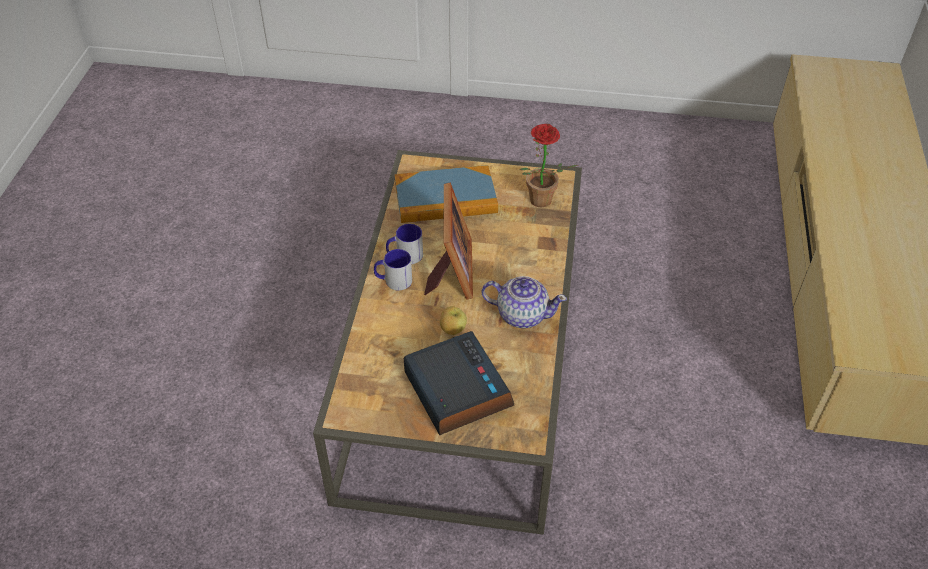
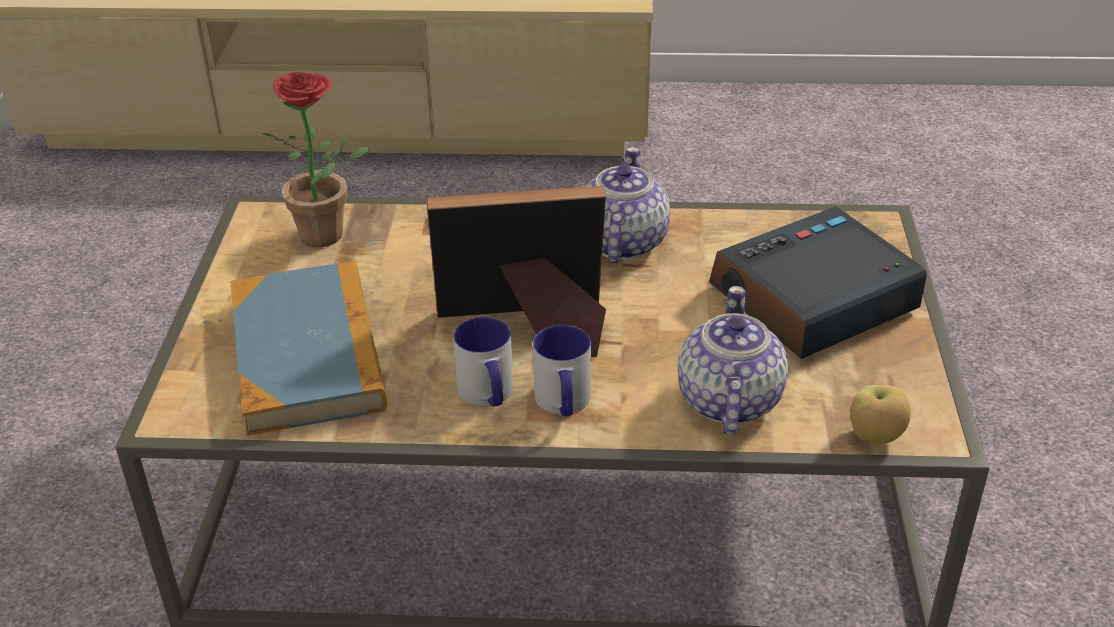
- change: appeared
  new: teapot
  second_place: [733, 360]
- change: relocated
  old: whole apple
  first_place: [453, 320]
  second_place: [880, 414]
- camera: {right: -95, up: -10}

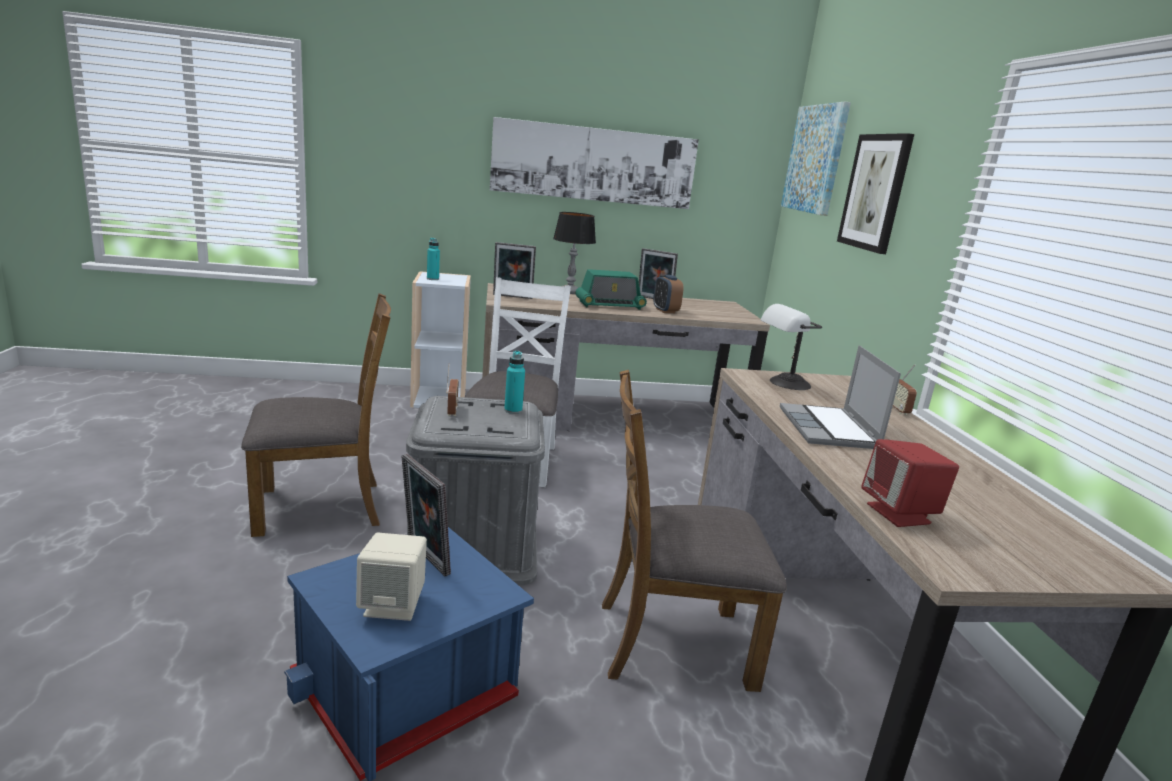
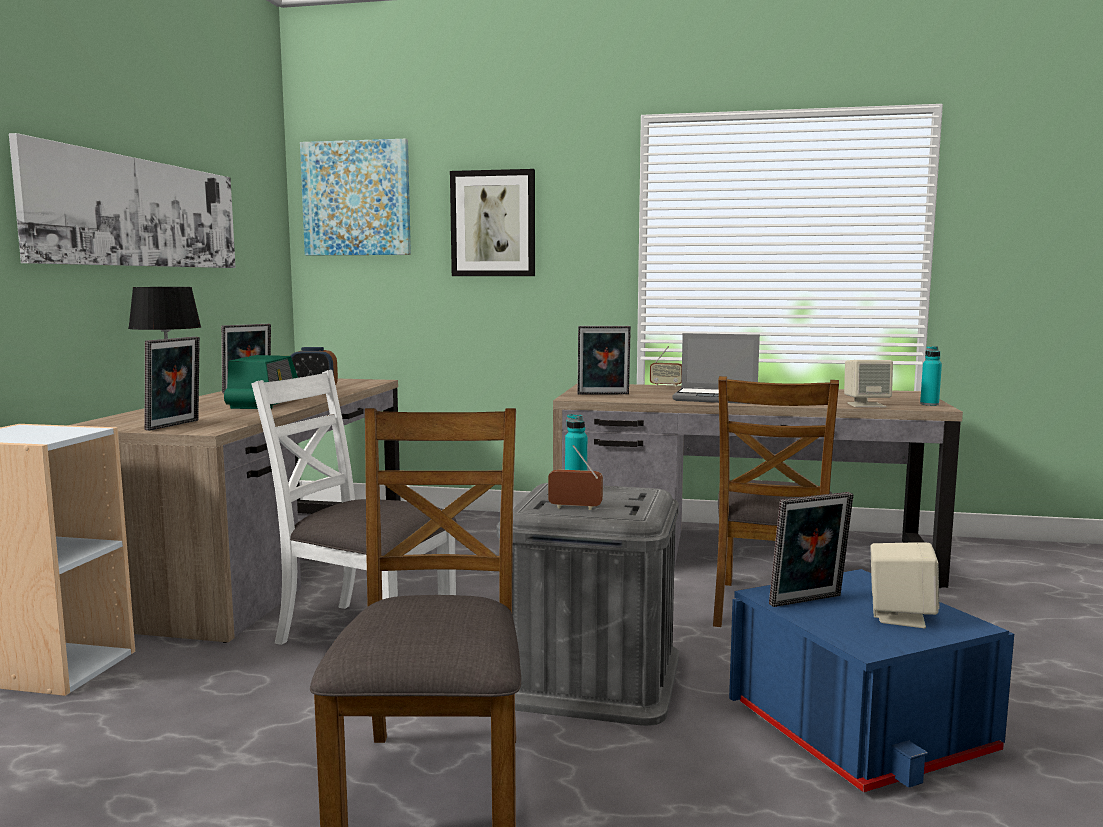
- change: relocated
  old: drink bottle (turquoise)
  first_place: [433, 259]
  second_place: [931, 376]
- change: exchanged
  old: lamp for a table
  new: photo frame
  first_place: [791, 347]
  second_place: [604, 360]
- change: colour
  old: loudspeaker (reddish)
  new: loudspeaker (beige-coloured)
  first_place: [910, 483]
  second_place: [868, 383]
- camera: {right: -70, up: -10}

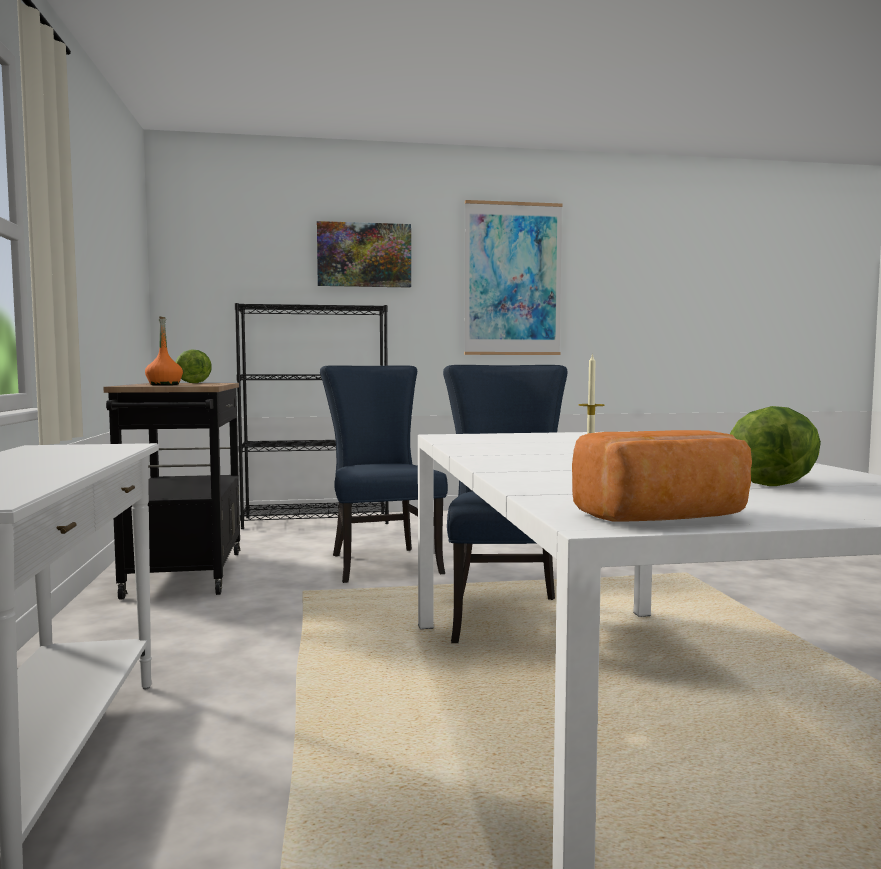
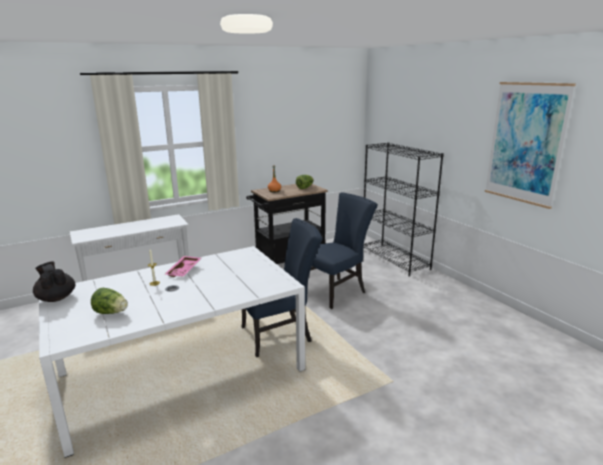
- change: missing
  old: wall art
  first_place: [364, 254]
- change: appeared
  new: tray (pink-coloured)
  second_place: [183, 266]
- change: exchanged
  old: bakery bread
  new: teapot (black-coloured)
  first_place: [662, 476]
  second_place: [54, 281]
- camera: {right: 70, up: 15}

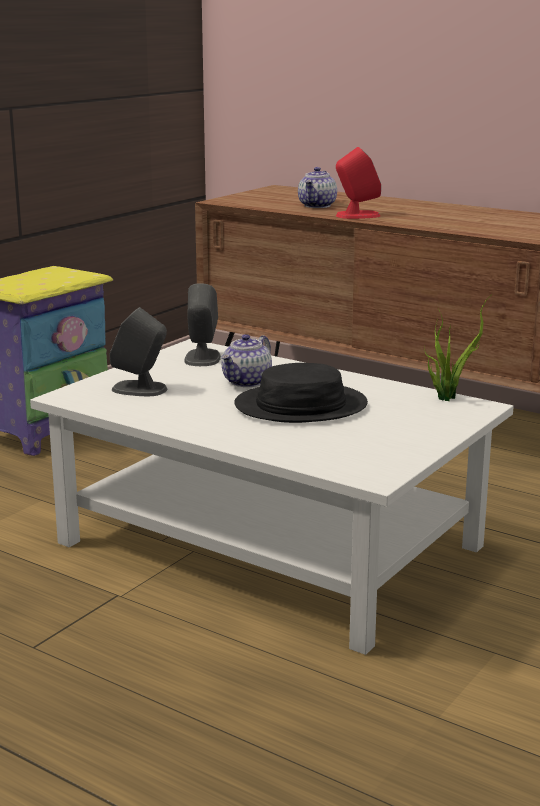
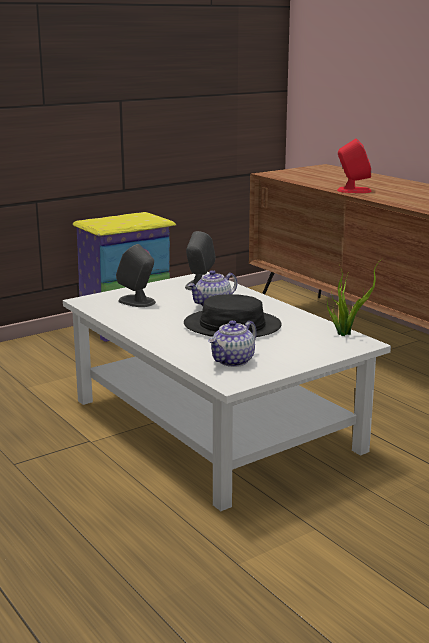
- change: relocated
  old: teapot
  first_place: [317, 187]
  second_place: [232, 343]
- camera: {right: 20, up: 0}

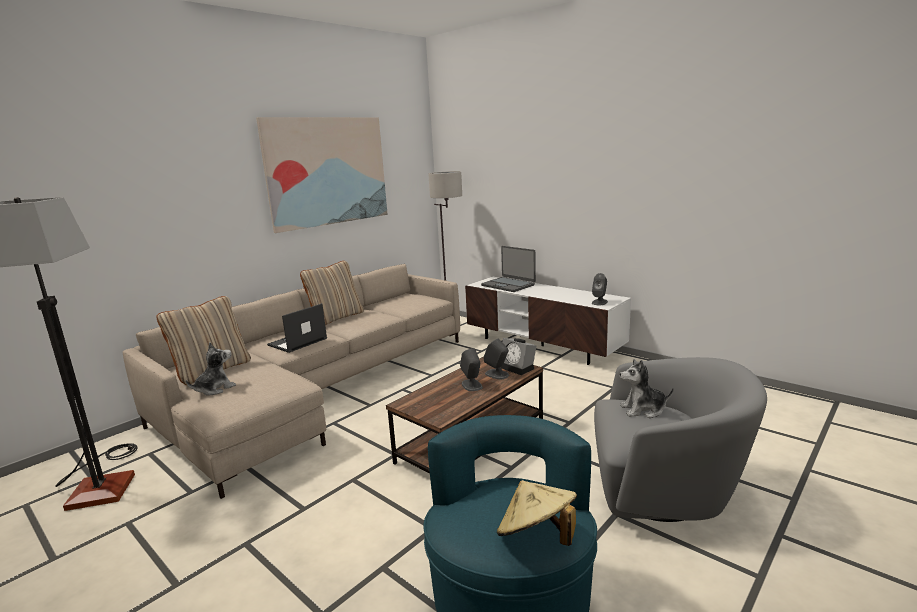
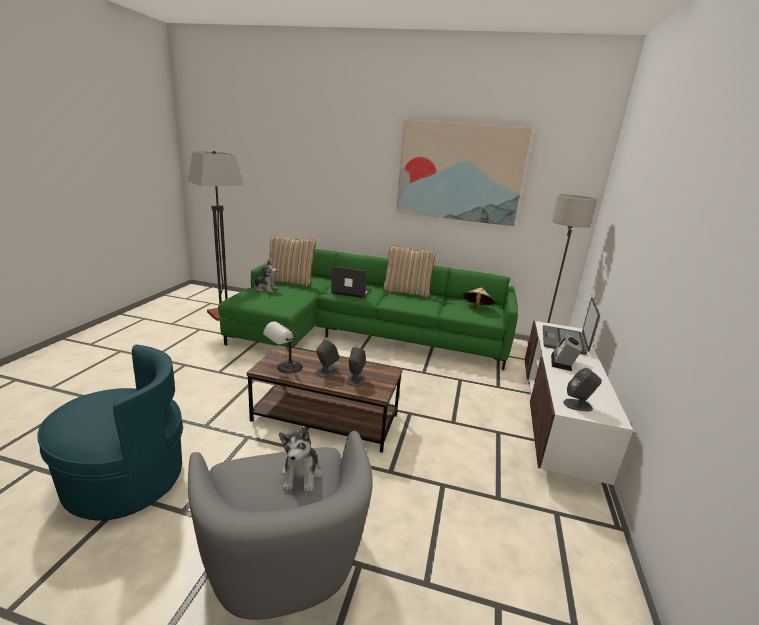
- change: appeared
  new: lamp for a table
  second_place: [283, 347]
- change: relocated
  old: wearable hat (beige-coloured)
  first_place: [537, 513]
  second_place: [479, 297]
- change: relocated
  old: bedside clock
  first_place: [518, 356]
  second_place: [566, 352]
- change: colour
  old: couch (beige-coloured)
  new: couch (green)
  first_place: [291, 381]
  second_place: [368, 309]
- change: spun
  old: soft toy
  first_place: [646, 388]
  second_place: [300, 459]
  degrees: -150
- camera: {right: 60, up: 5}

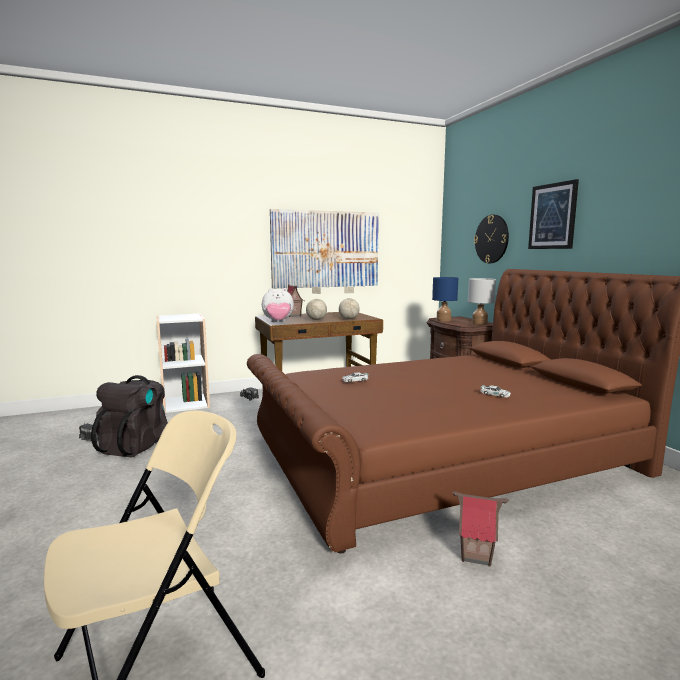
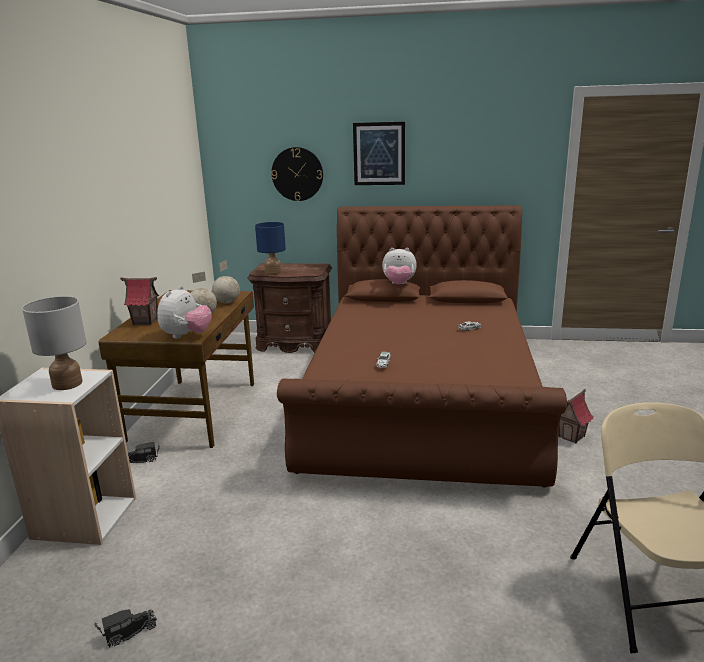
- change: missing
  old: backpack (black-coloured)
  first_place: [129, 416]
- change: missing
  old: wall art
  first_place: [324, 249]
- change: appeared
  new: soft toy
  second_place: [399, 266]
- change: relocated
  old: lamp for a table (gray)
  first_place: [482, 301]
  second_place: [54, 343]
- camera: {right: -60, up: 10}

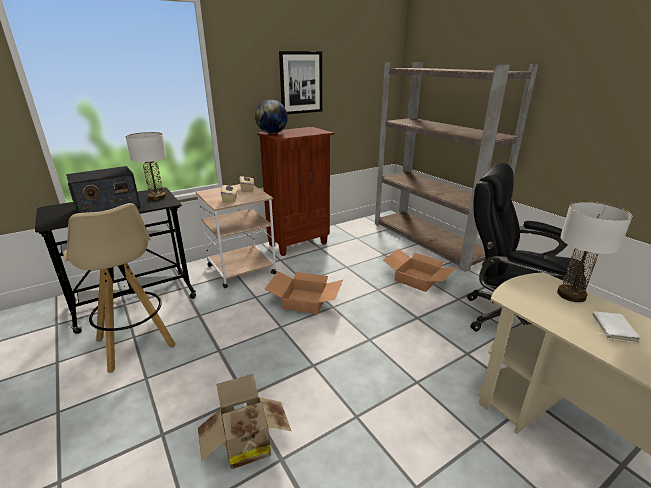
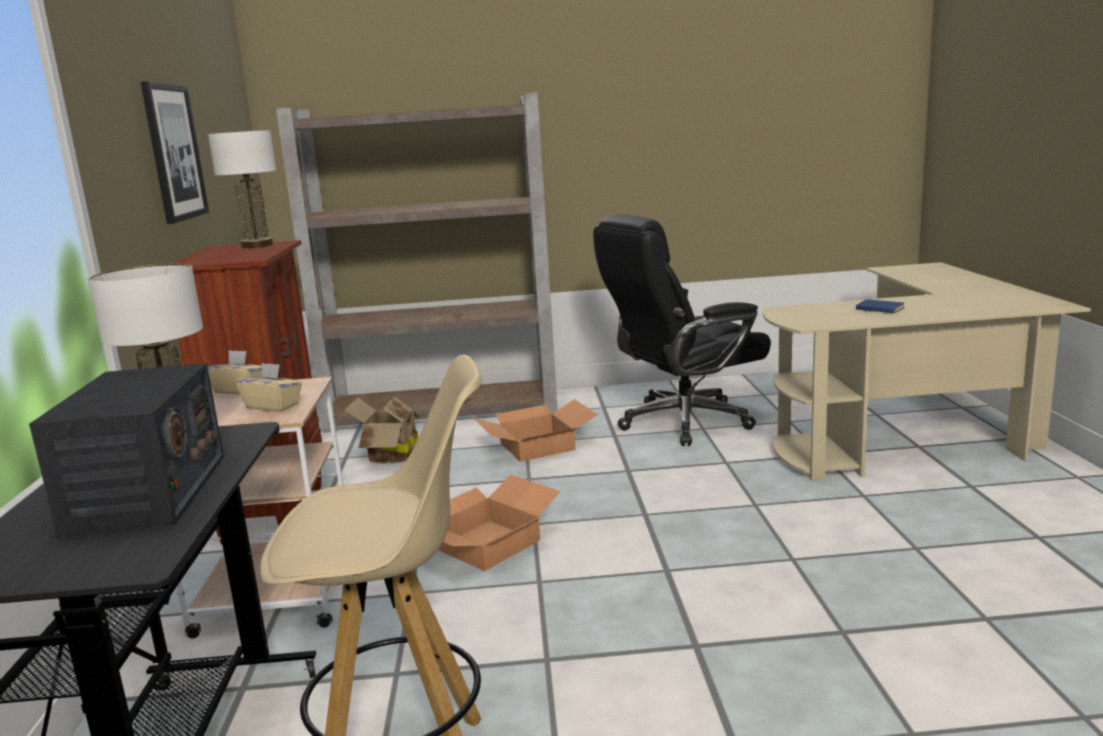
- change: missing
  old: world globe
  first_place: [271, 117]
- change: relocated
  old: carton
  first_place: [244, 421]
  second_place: [382, 430]
- change: relocated
  old: lamp for a table
  first_place: [594, 251]
  second_place: [242, 189]
- change: colour
  old: book (whitish)
  new: book (bluish)
  first_place: [616, 327]
  second_place: [880, 306]
- camera: {right: -60, up: -10}

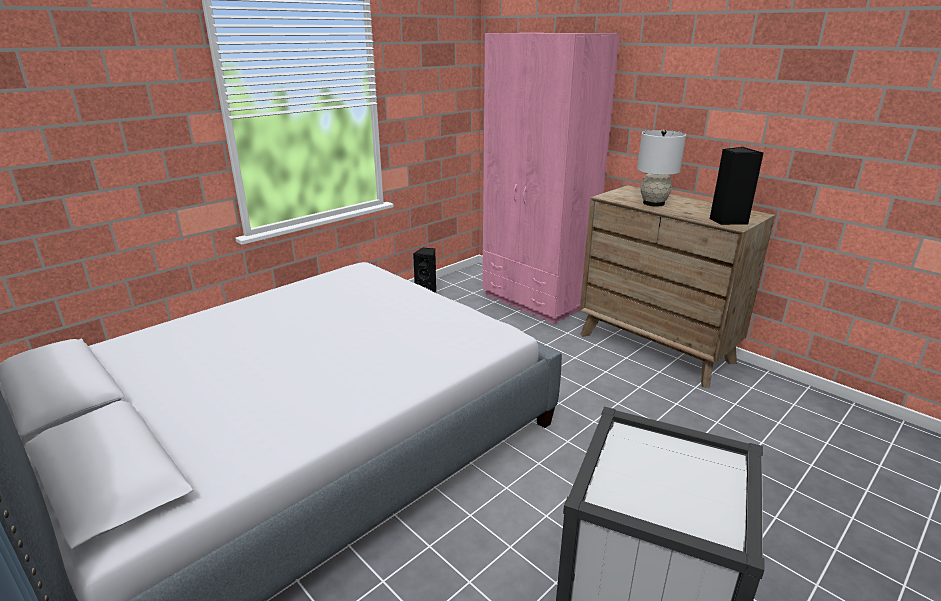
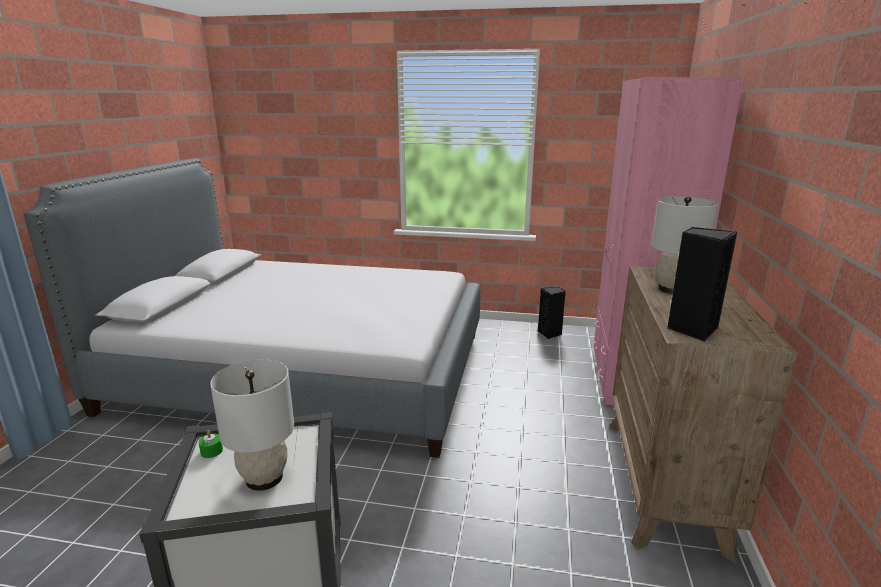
- change: appeared
  new: wax light (green)
  second_place: [210, 444]
- change: appeared
  new: lamp for a table (whitish)
  second_place: [252, 425]
- camera: {right: 55, up: -5}

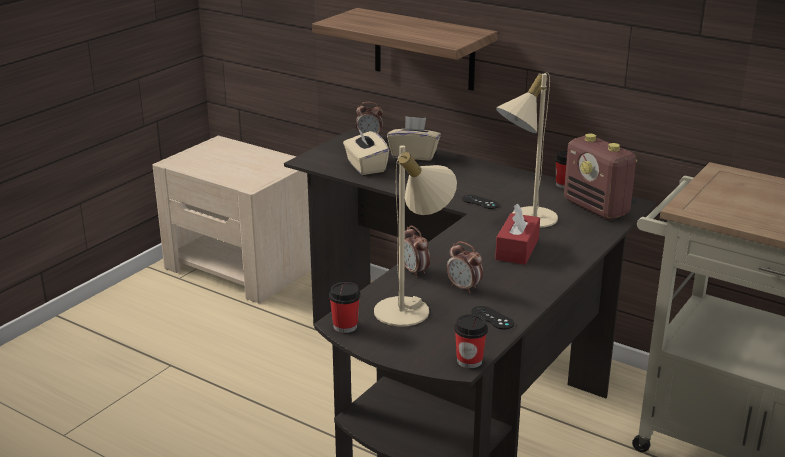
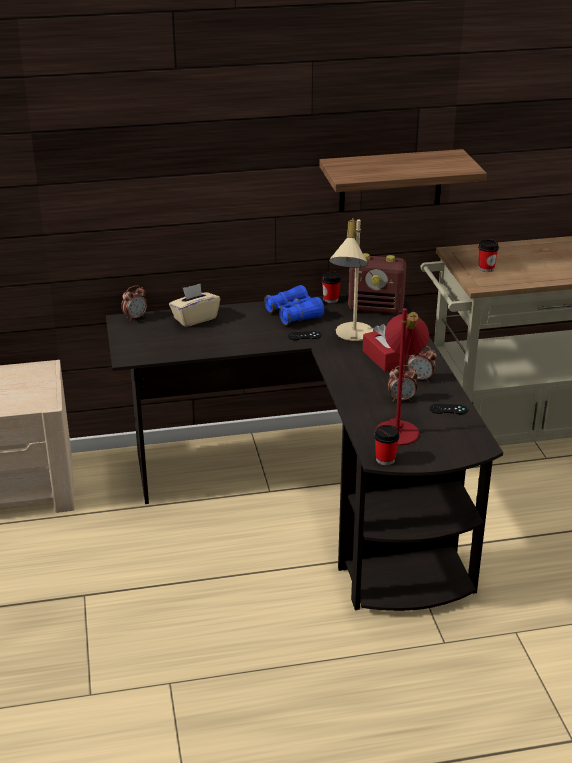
- change: missing
  old: tissue box (beige-coloured)
  first_place: [366, 151]
- change: appeared
  new: pair of binoculars (bluish)
  second_place: [294, 305]
- change: relocated
  old: wall shelf
  first_place: [405, 49]
  second_place: [403, 180]
- change: relocated
  old: bedside clock
  first_place: [417, 251]
  second_place: [422, 364]
- change: relocated
  old: drinking cup
  first_place: [471, 341]
  second_place: [488, 255]
- change: colour
  old: lamp for a table (beige-coloured)
  new: lamp for a table (reddish)
  first_place: [415, 236]
  second_place: [402, 377]
- camera: {right: -45, up: 5}

